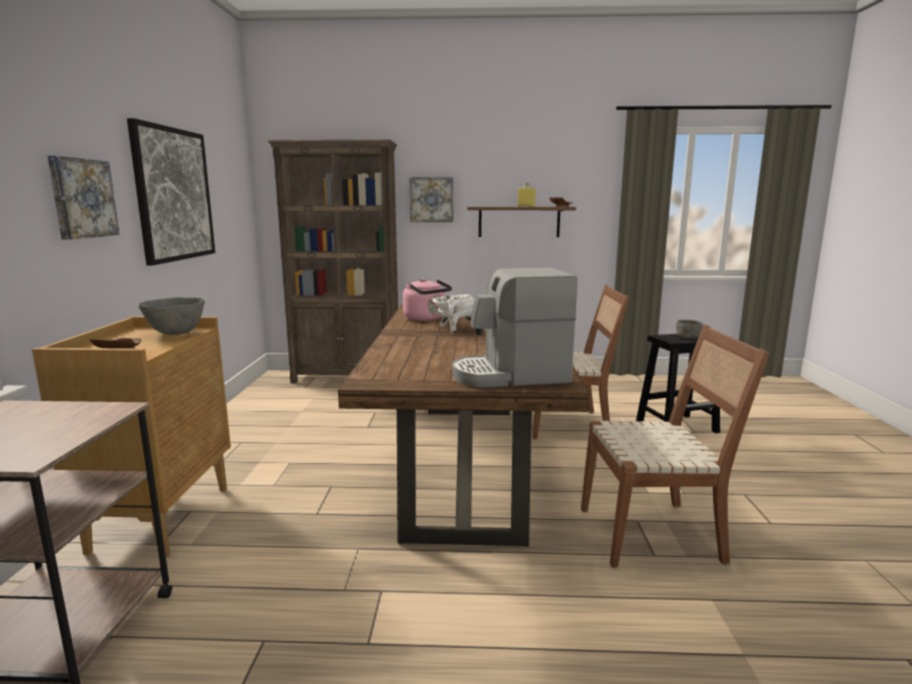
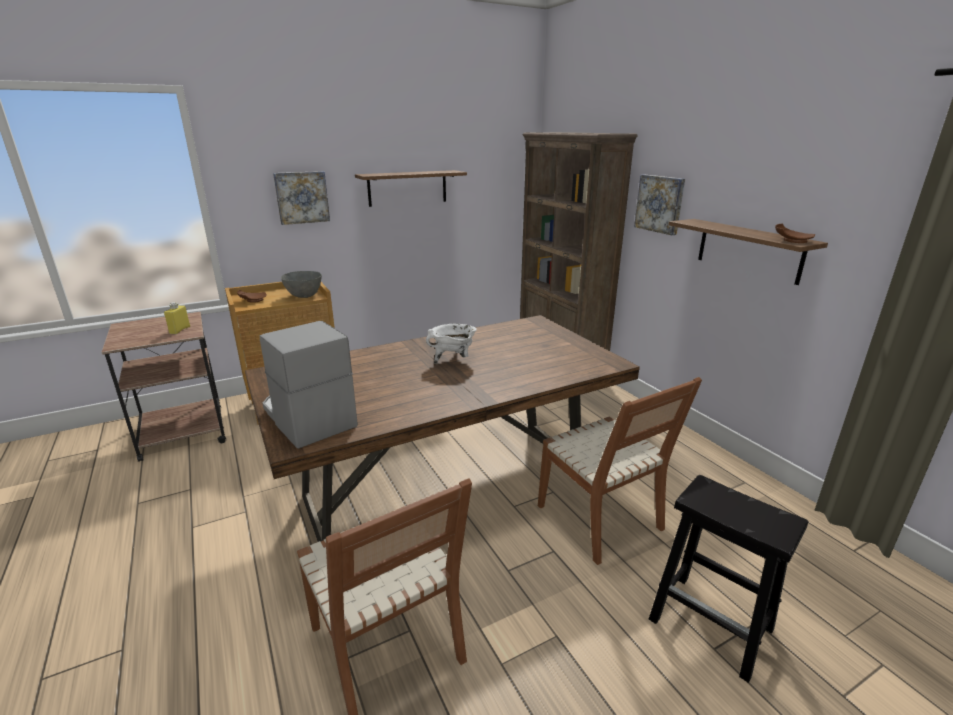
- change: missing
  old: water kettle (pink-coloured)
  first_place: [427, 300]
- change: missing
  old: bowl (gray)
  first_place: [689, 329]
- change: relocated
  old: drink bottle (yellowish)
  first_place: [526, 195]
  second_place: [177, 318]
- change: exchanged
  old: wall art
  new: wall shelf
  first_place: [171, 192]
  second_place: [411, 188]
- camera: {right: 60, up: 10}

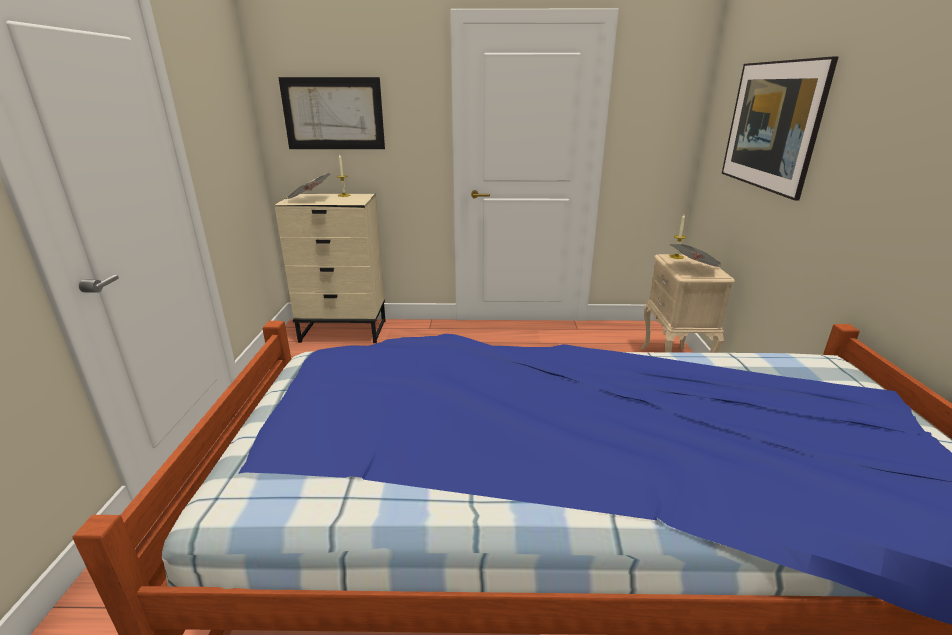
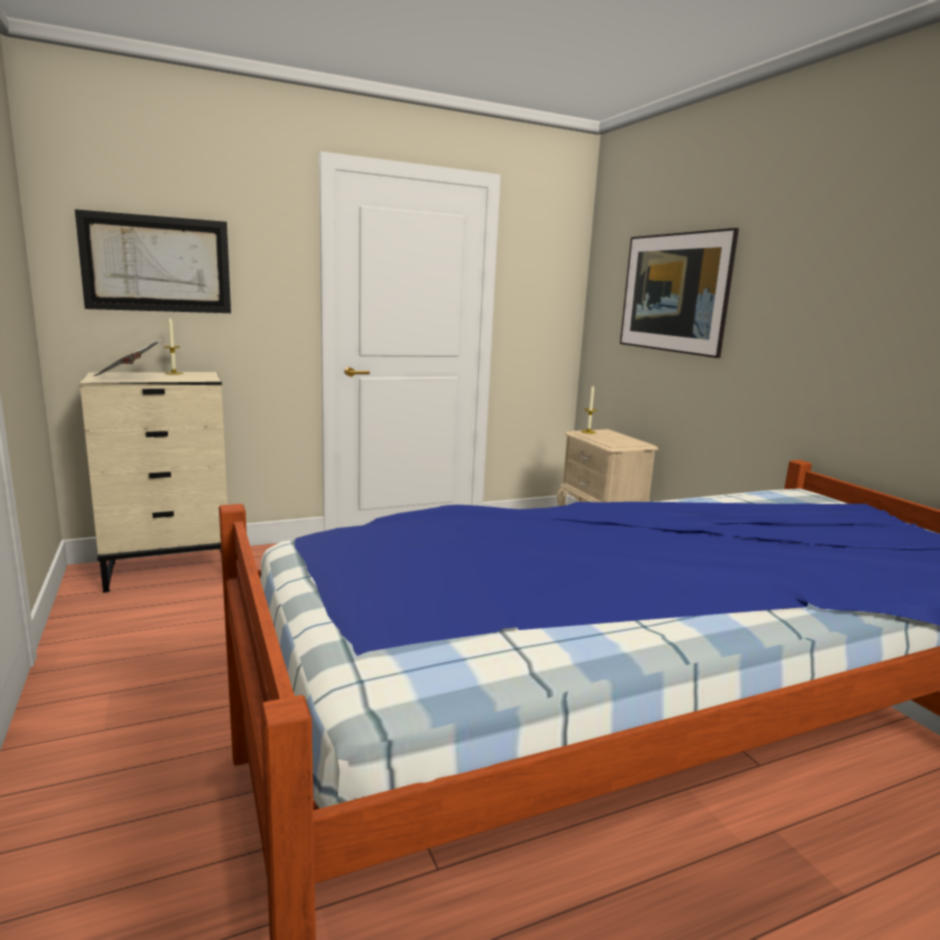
- change: missing
  old: printed paper
  first_place: [696, 255]
- camera: {right: -25, up: -10}

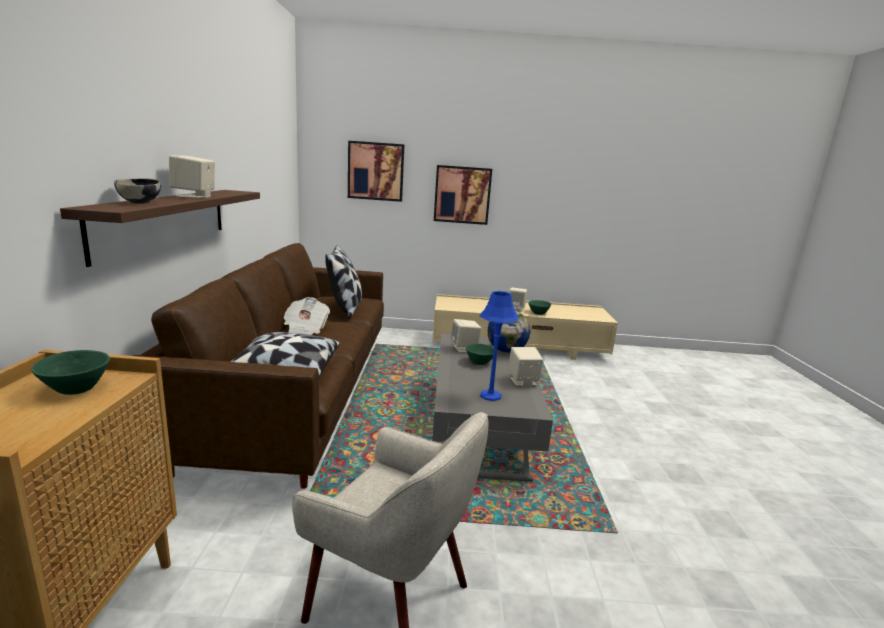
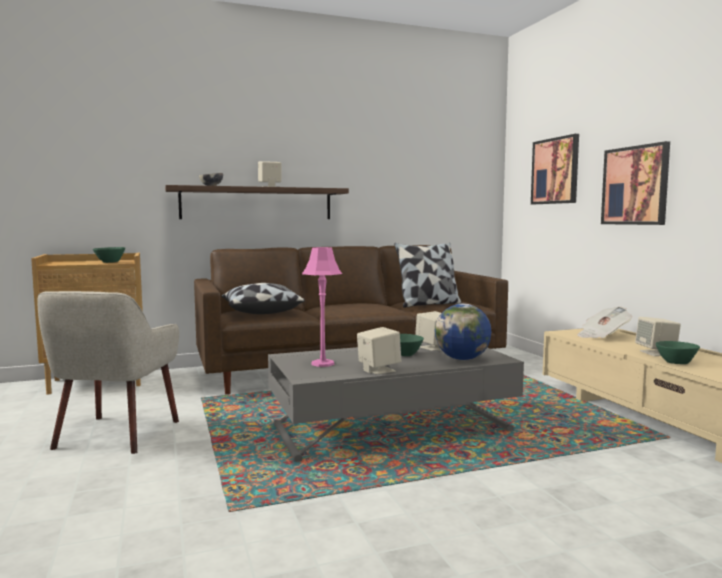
- change: relocated
  old: printed paper
  first_place: [307, 316]
  second_place: [604, 322]
- change: colour
  old: lamp for a table (bluish)
  new: lamp for a table (pink-coloured)
  first_place: [499, 346]
  second_place: [322, 307]
- camera: {right: 70, up: -10}

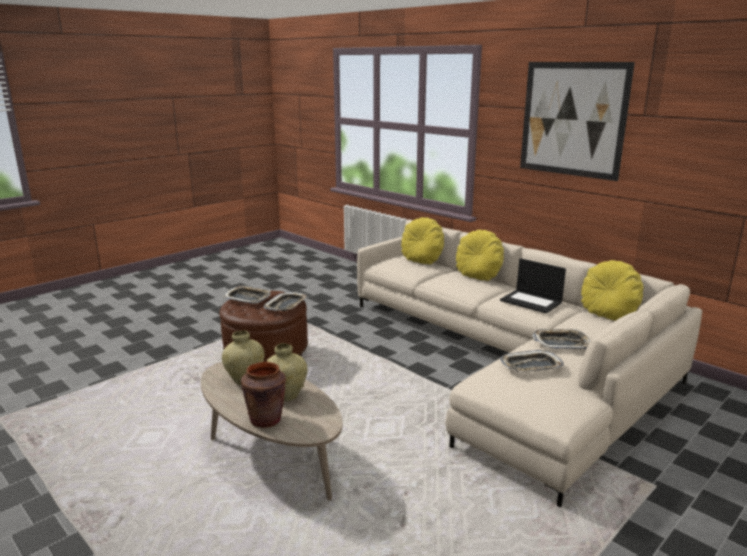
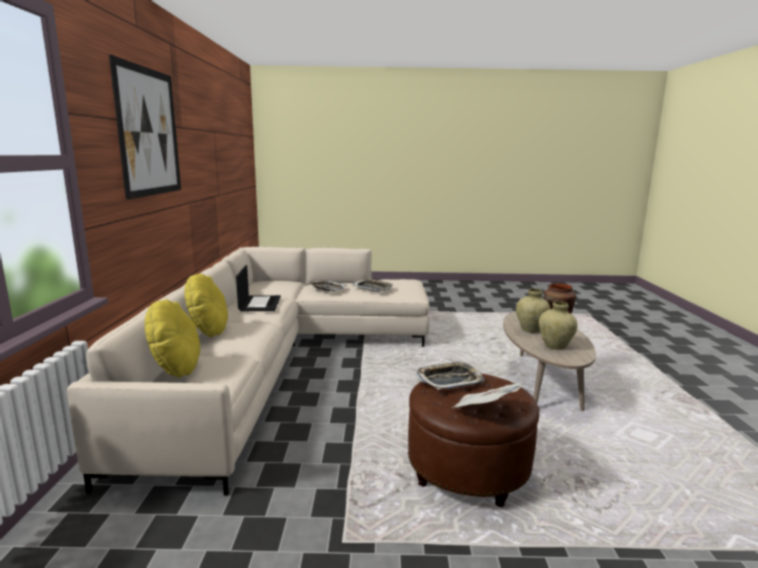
- change: missing
  old: throw pillow (yellowish)
  first_place: [612, 290]
- change: exchanged
  old: tray
  new: printed paper
  first_place: [247, 295]
  second_place: [487, 395]
- camera: {right: -135, up: -5}

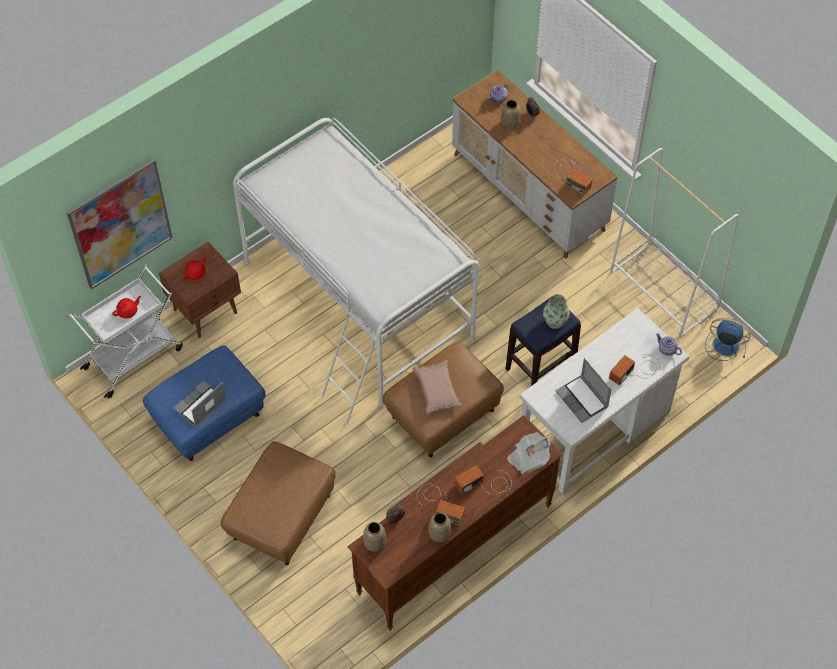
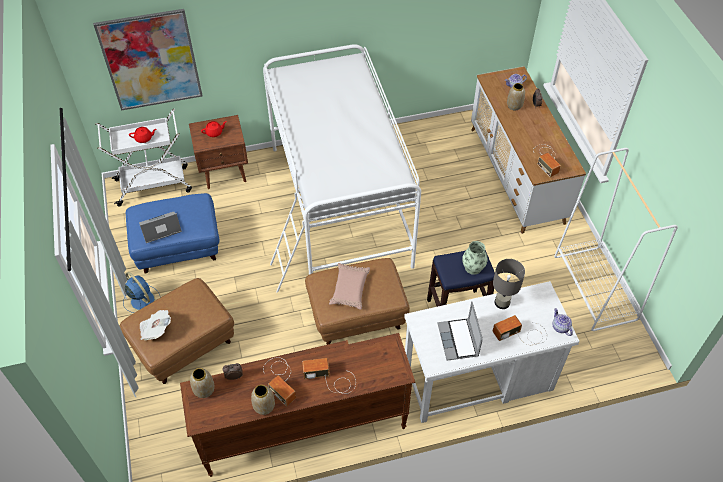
- change: appeared
  new: lamp for a table (gray)
  second_place: [509, 284]
- change: relocated
  old: printed paper
  first_place: [529, 453]
  second_place: [155, 325]
- change: relocated
  old: cooling fan (bluish)
  first_place: [727, 339]
  second_place: [142, 292]
- camera: {right: 25, up: -5}

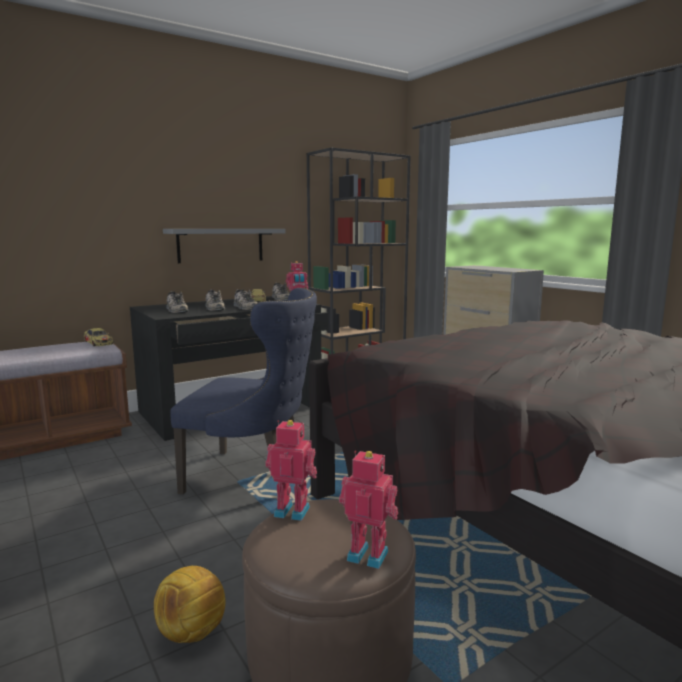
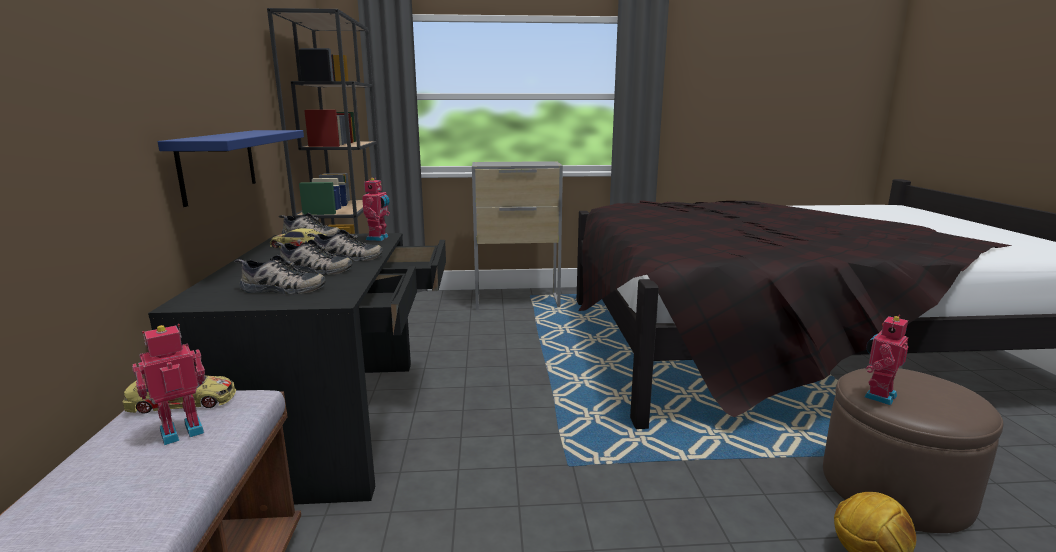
- change: missing
  old: plain chair (bluish)
  first_place: [243, 391]
- change: relocated
  old: toy robot
  first_place: [368, 510]
  second_place: [168, 384]
- change: colour
  old: wall shelf (gray)
  new: wall shelf (bluish)
  first_place: [224, 246]
  second_place: [231, 168]
- camera: {right: -60, up: 5}

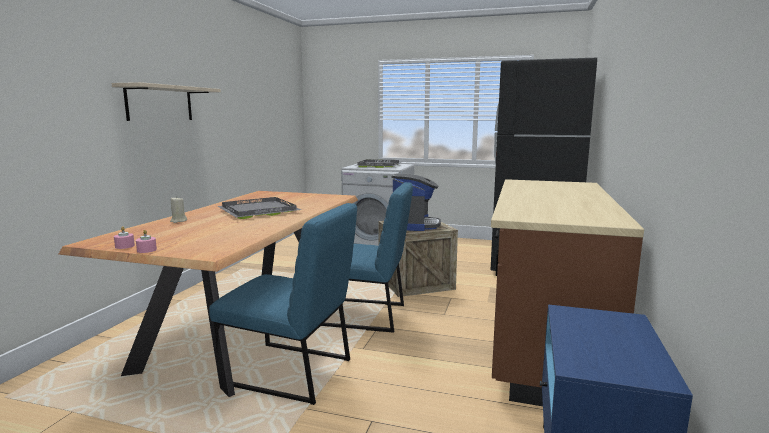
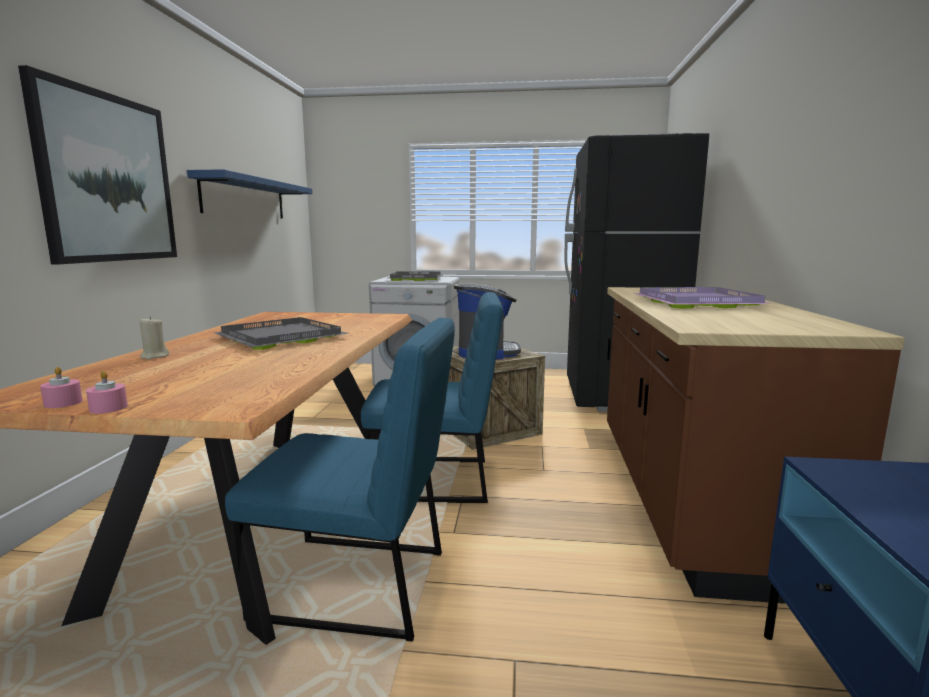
- change: appeared
  new: wall shelf (bluish)
  second_place: [250, 194]
- change: appeared
  new: tray (purplish)
  second_place: [704, 298]
- change: exchanged
  old: wall shelf (beige-coloured)
  new: wall art
  first_place: [166, 101]
  second_place: [97, 164]
- camera: {right: -10, up: 0}

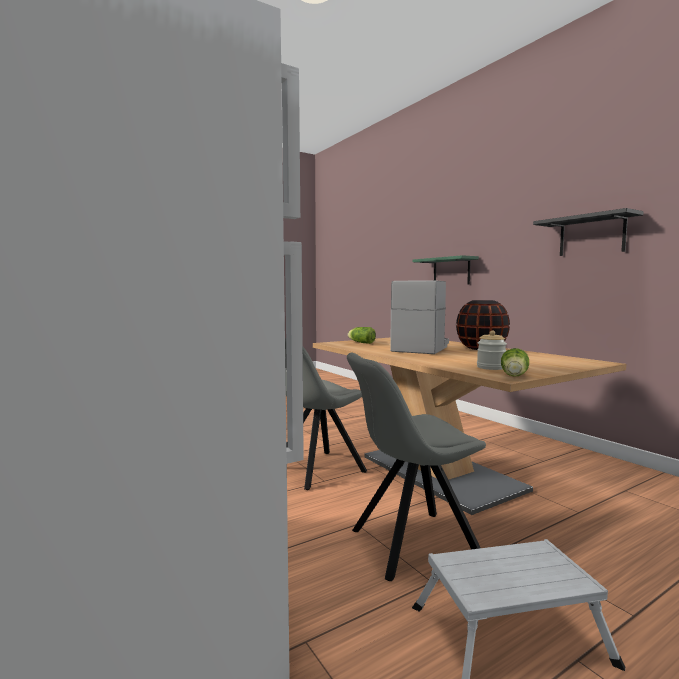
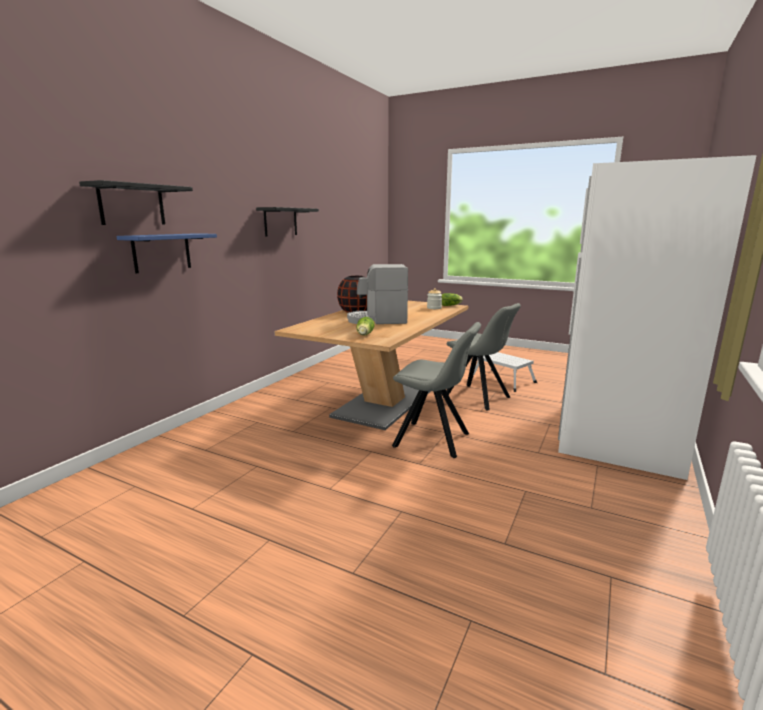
- change: appeared
  new: wall shelf (black-coloured)
  second_place: [136, 202]
- change: colour
  old: wall shelf (green)
  new: wall shelf (bluish)
  first_place: [445, 270]
  second_place: [167, 253]
- camera: {right: -120, up: 10}

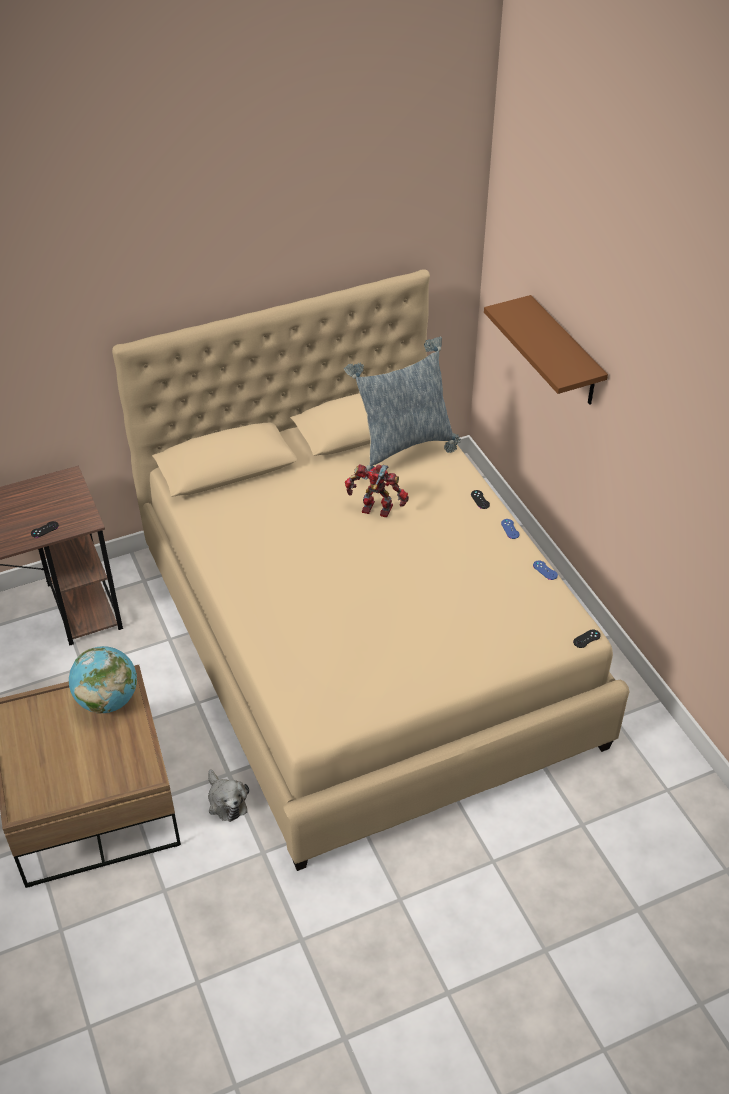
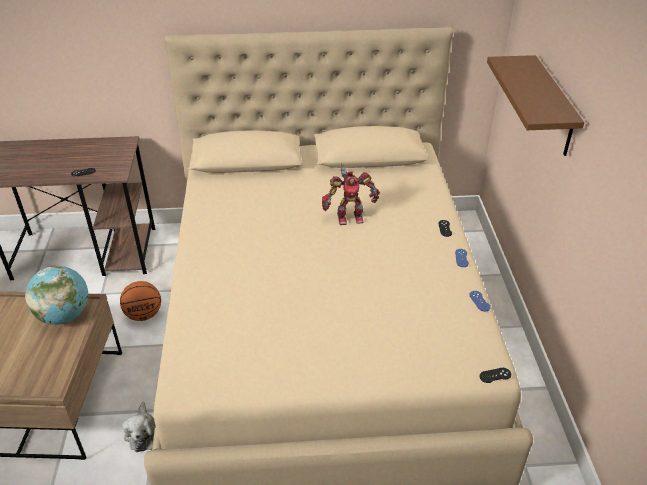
- change: missing
  old: throw pillow
  first_place: [402, 408]
- change: appeared
  new: basketball
  second_place: [140, 301]
- change: spun
  old: toy robot
  first_place: [377, 490]
  second_place: [351, 194]
  degrees: 135
- camera: {right: 20, up: -5}

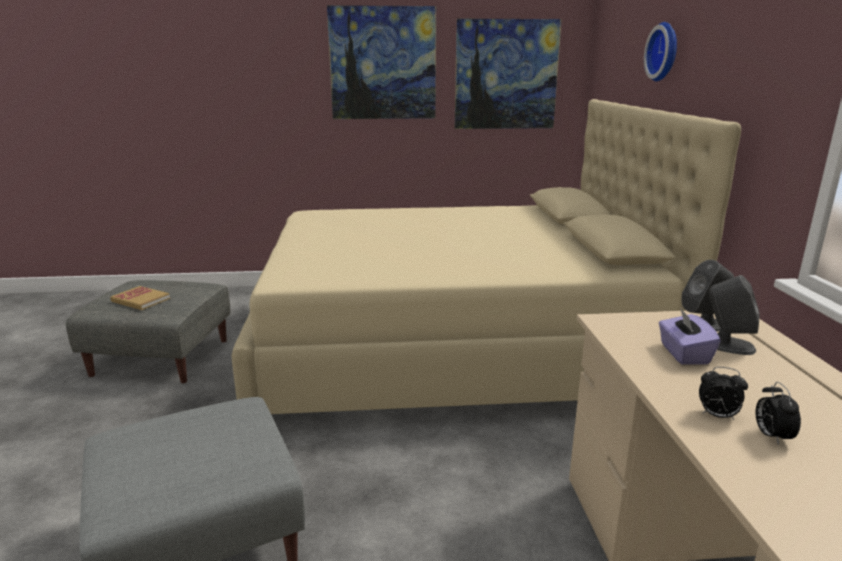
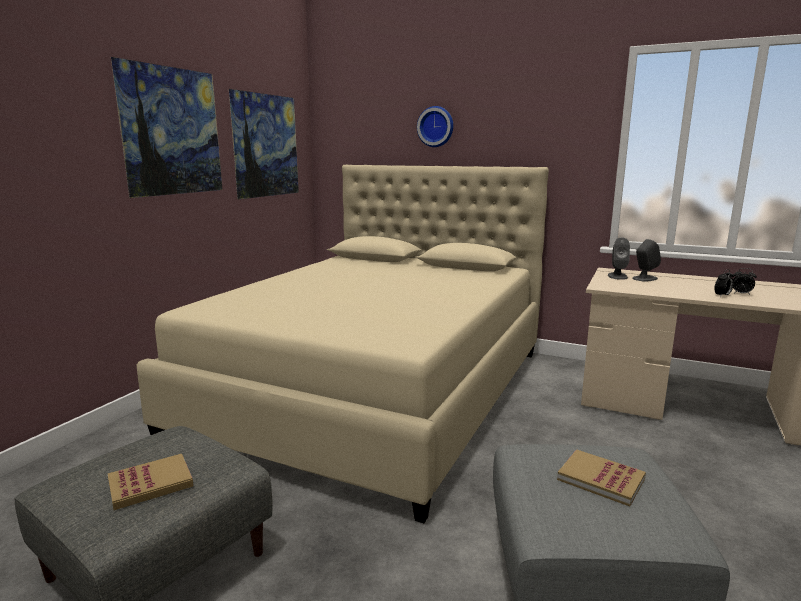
- change: missing
  old: tissue box (purplish)
  first_place: [689, 337]
- change: appeared
  new: book
  second_place: [601, 477]
- camera: {right: -60, up: -5}

